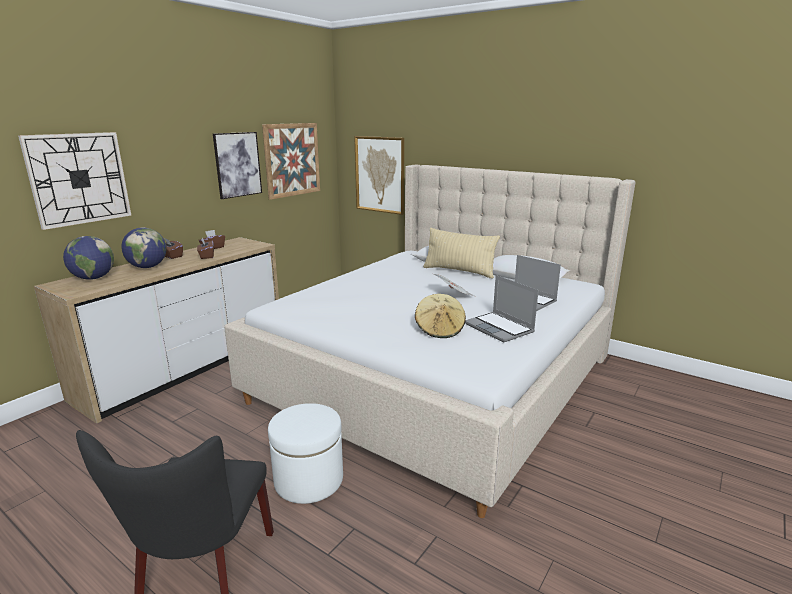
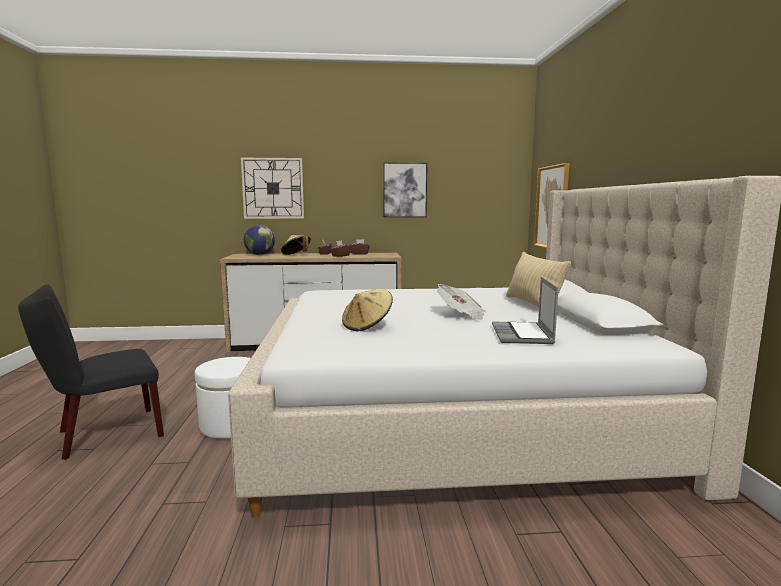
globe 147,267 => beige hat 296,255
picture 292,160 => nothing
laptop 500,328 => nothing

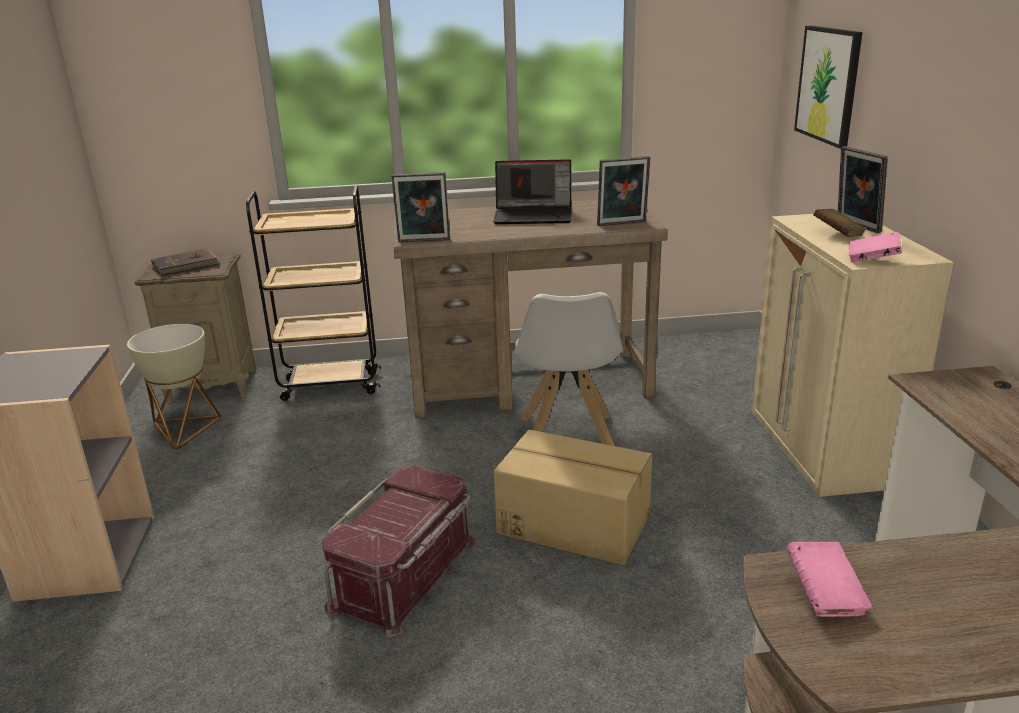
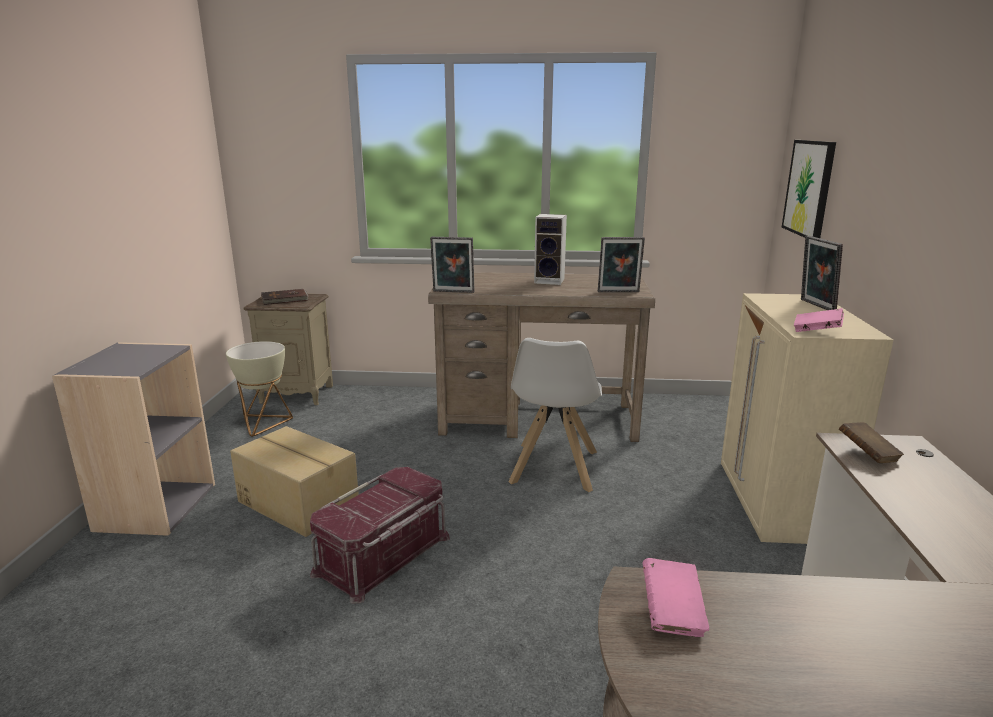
cardboard box 573,523 => cardboard box 299,502, shifted
laptop 534,215 => speaker 550,281
brown book 837,234 => brown book 867,454, shifted
brown cart 331,386 => nothing

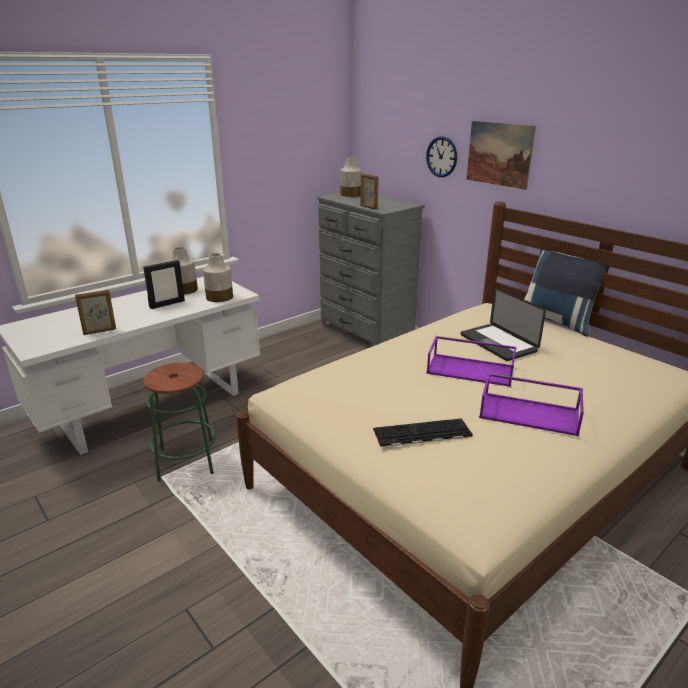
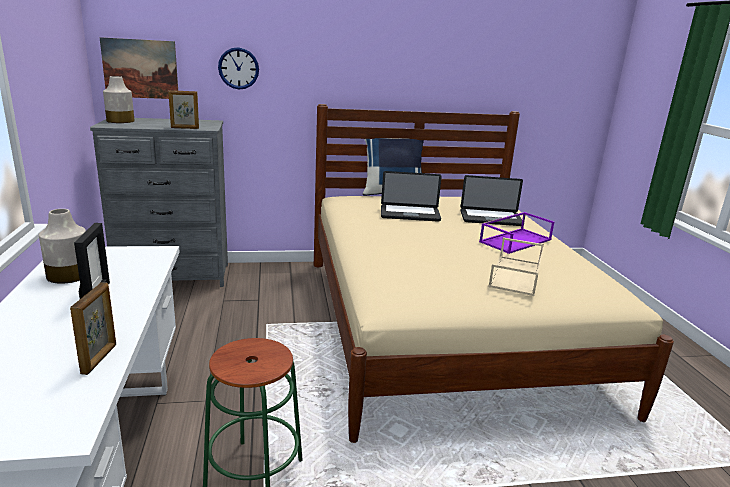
picture 499,154 => picture 140,69, shifted
nothing => laptop 491,218
keyboard 421,434 => beige tray 516,275
beige vase 219,297 => nothing
purple tray 471,370 => nothing

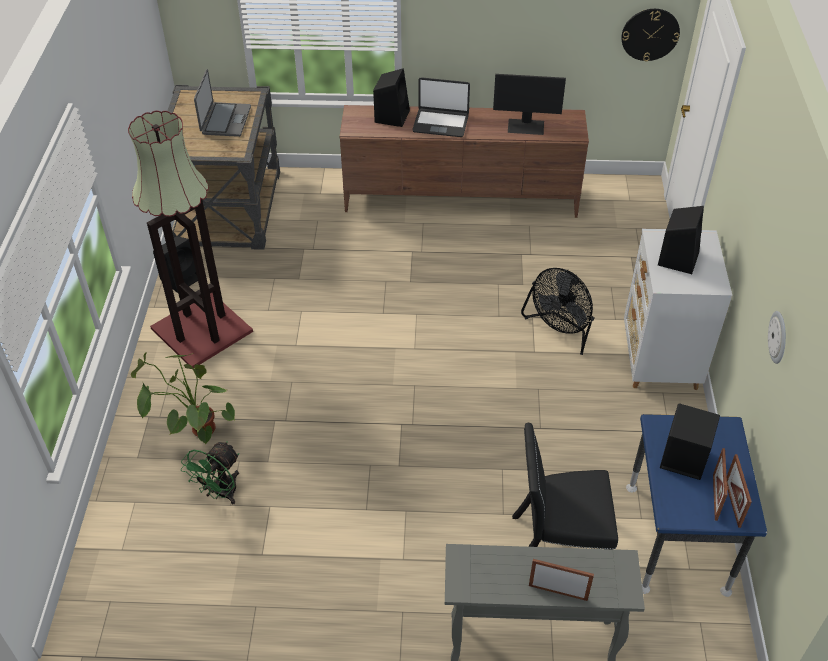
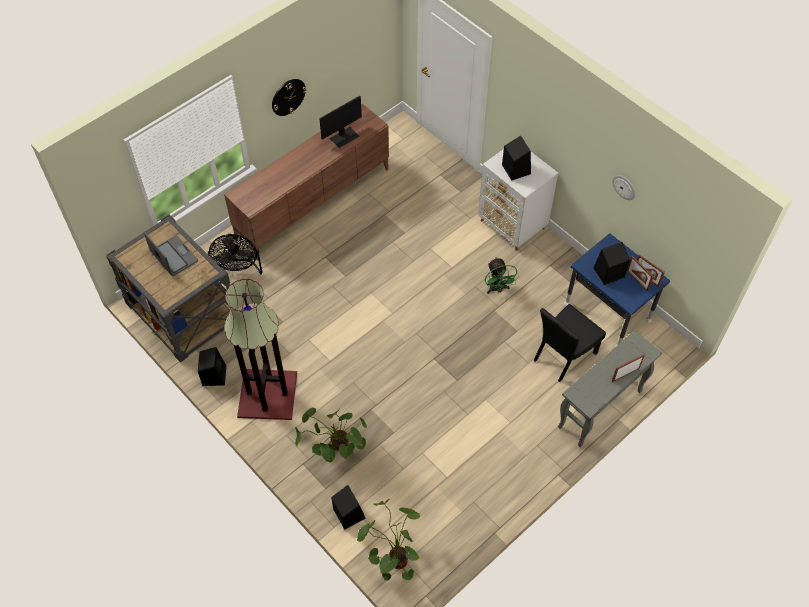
black fan 560,326 => black fan 235,266, shifted
wall clock 650,34 => wall clock 288,97, shifted
black speaker 392,116 => black speaker 348,513, shifted
nothing => potted plant 392,555
green fan 220,493 => green fan 497,289, shifted
laptop 440,123 => nothing

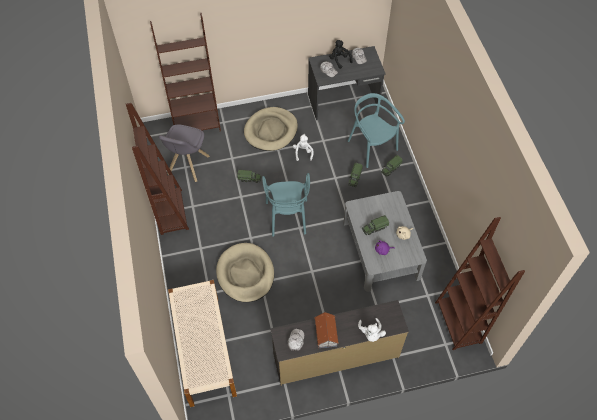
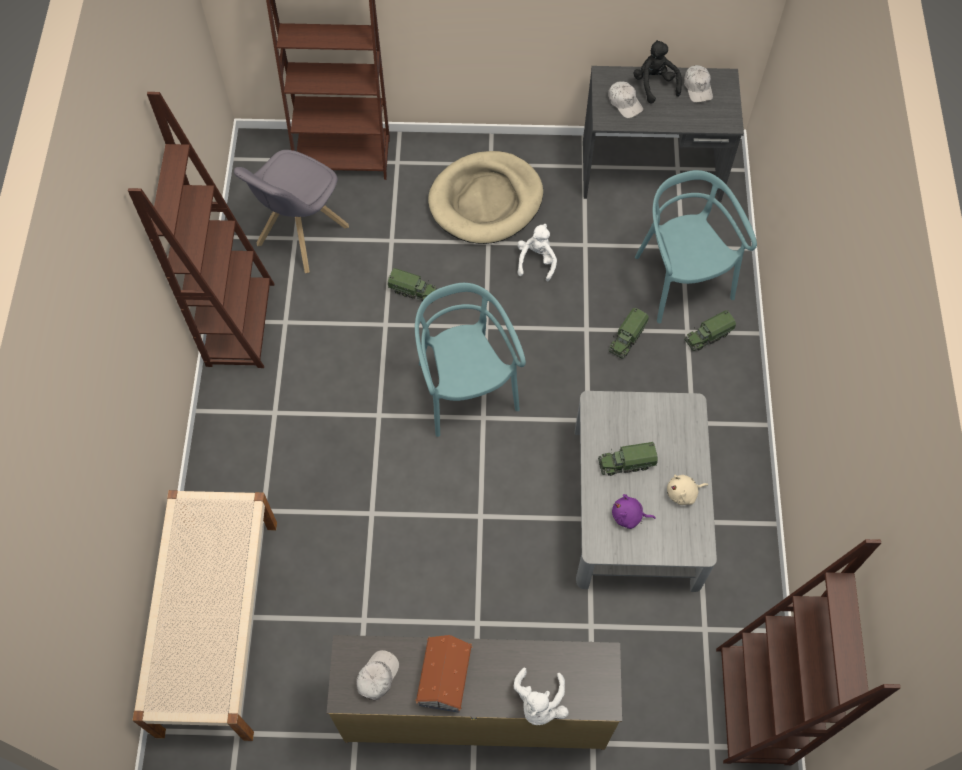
turquoise chair 287,217 => turquoise chair 465,389, 150 degrees clockwise
beige dog bed 245,274 => nothing

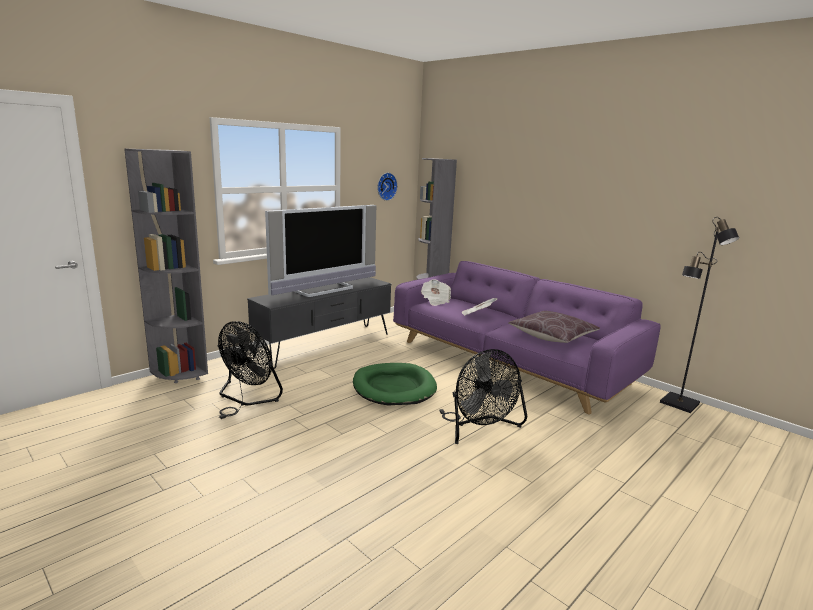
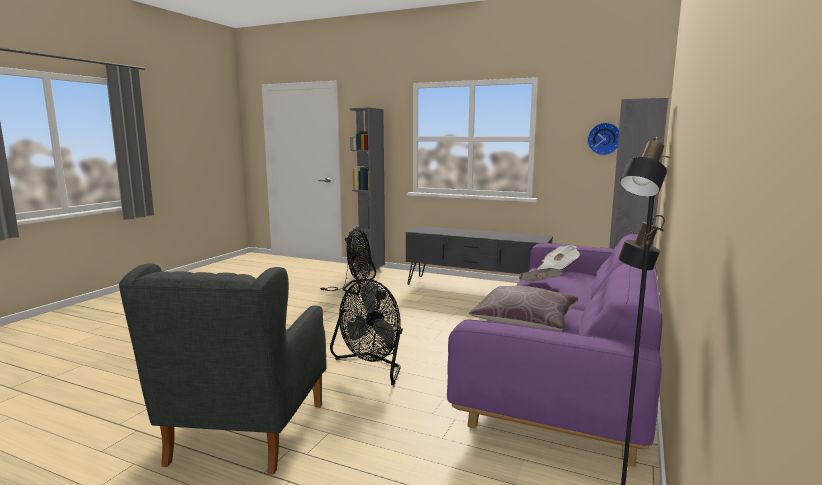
nothing => grey armchair 244,434
television 325,289 => nothing
green dog bed 394,387 => nothing

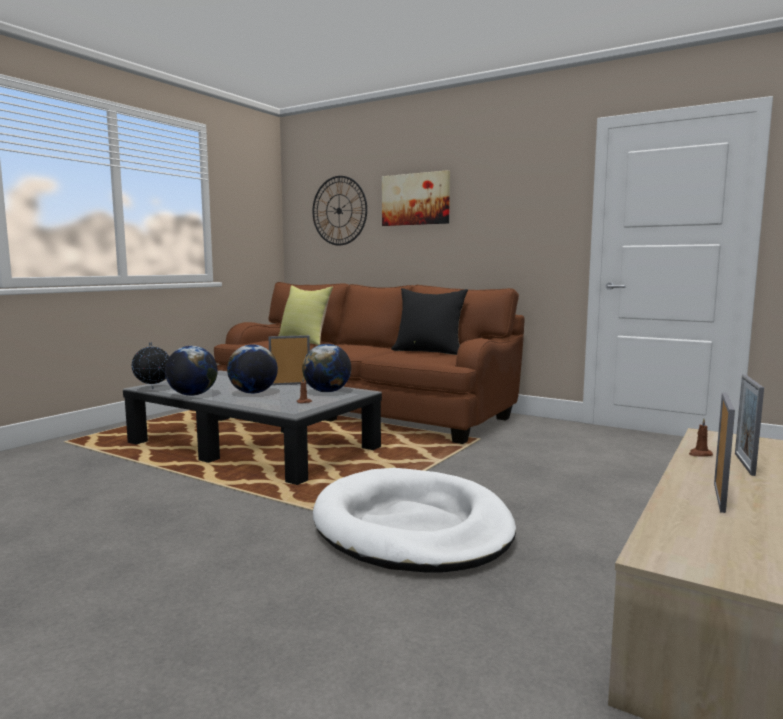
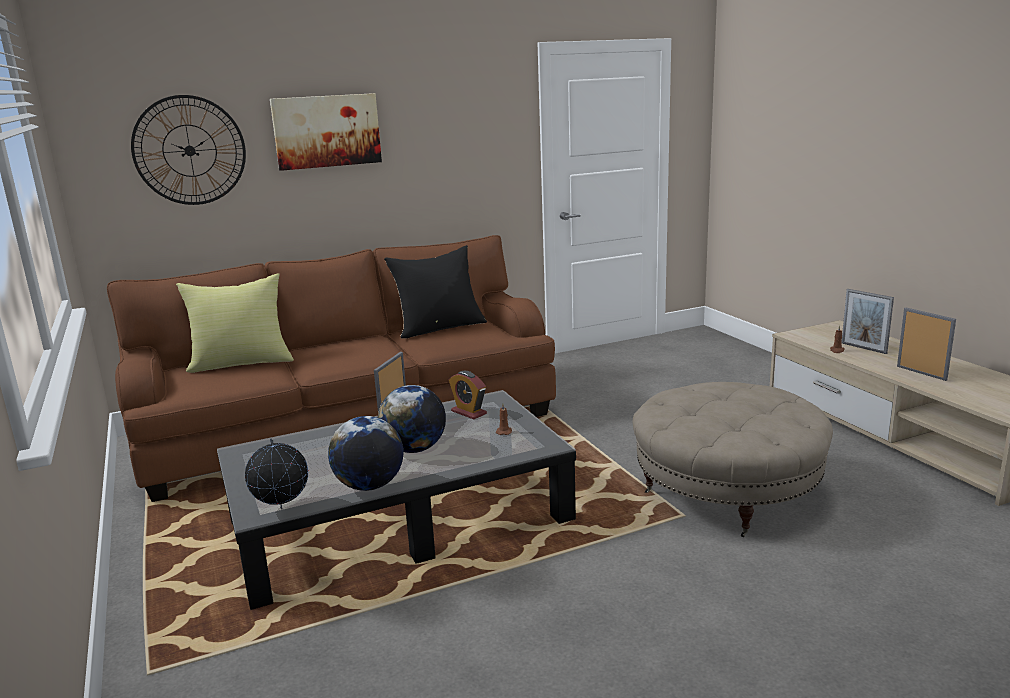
globe 327,392 => alarm clock 469,412
white dog bed 412,527 => beige ottoman 726,492

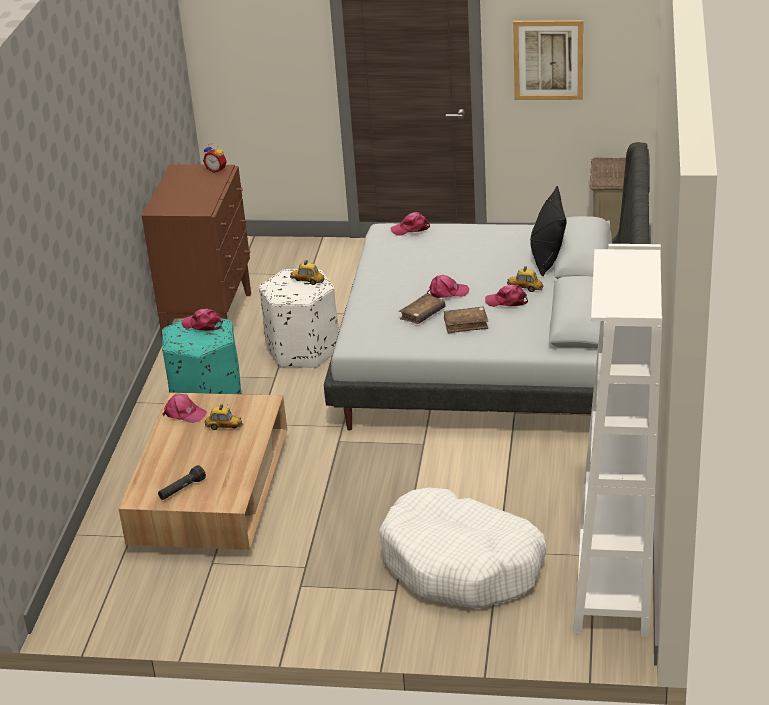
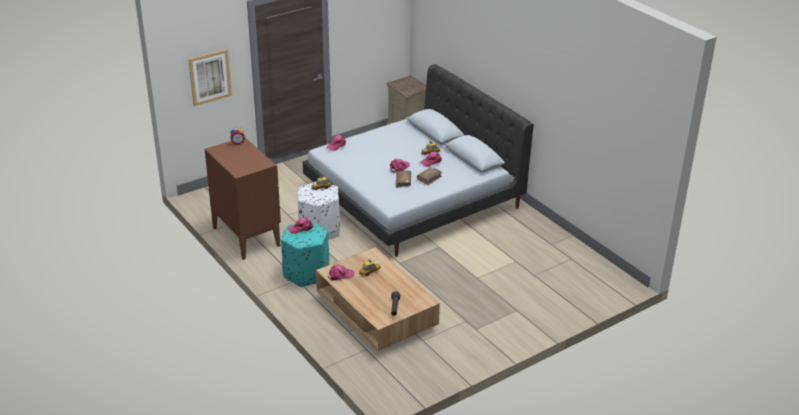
picture 548,60 => picture 210,77, shifted
white dog bed 462,564 => nothing
black pillow 547,259 => nothing
white bookcase 612,591 => nothing

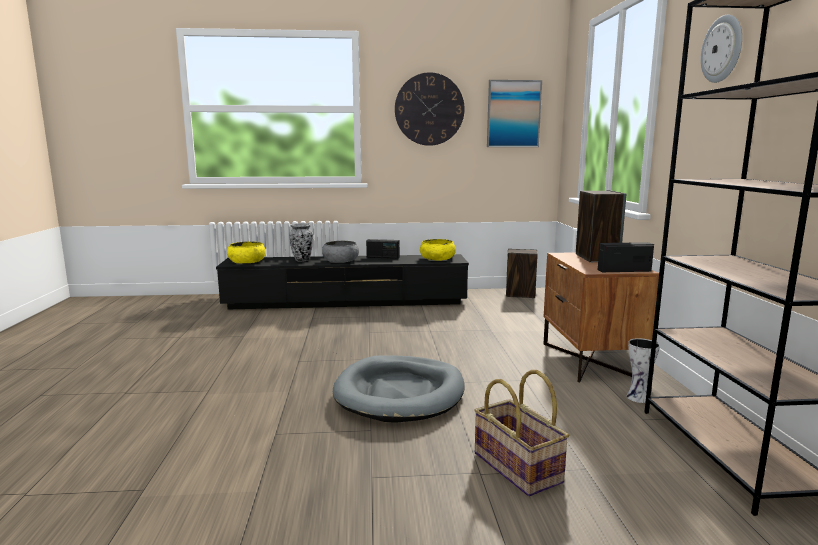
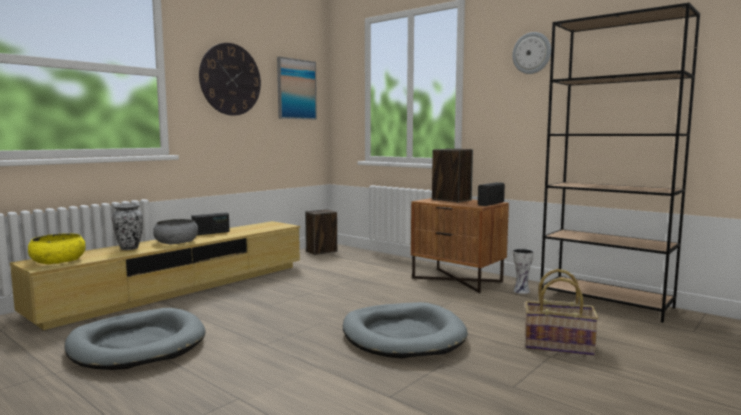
black tv stand 346,302 => beige tv stand 181,289
nothing => grey dog bed 137,344
yellow bowl 437,258 => nothing

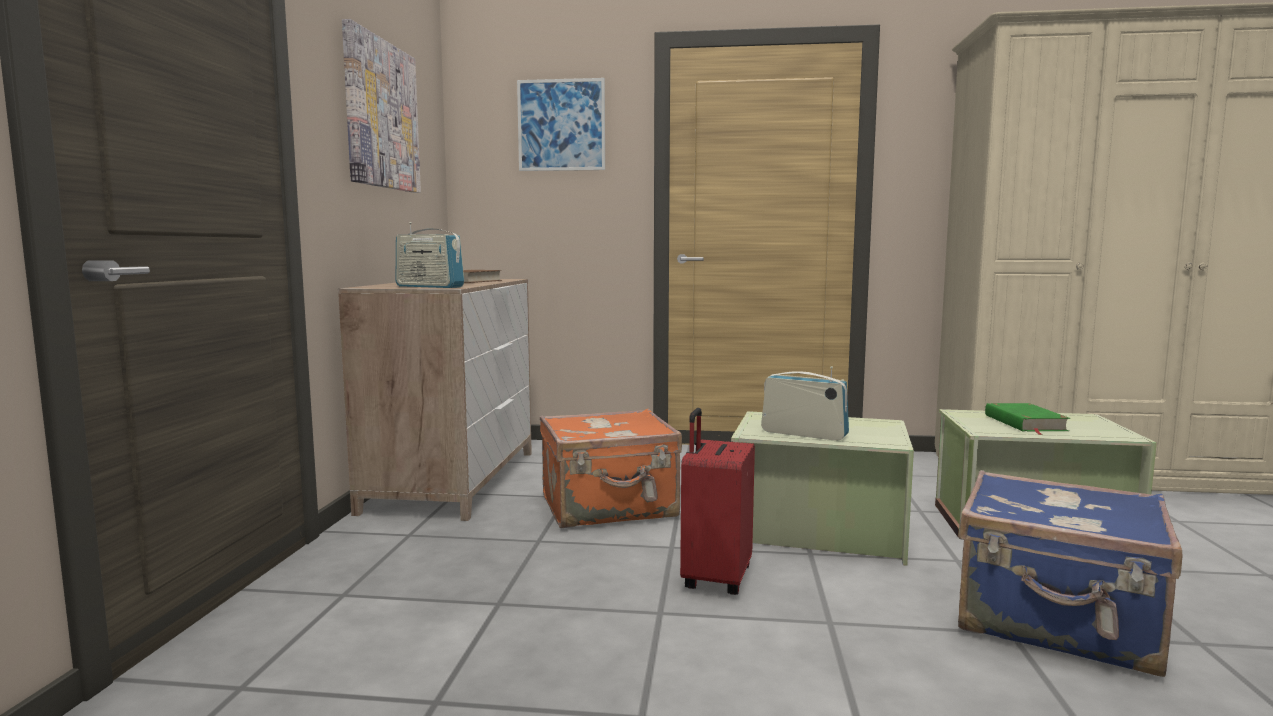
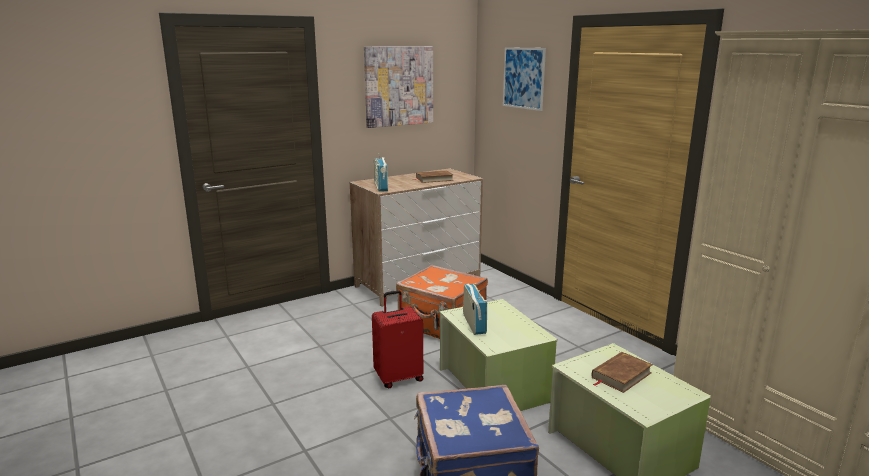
green book 1024,423 => brown book 621,375

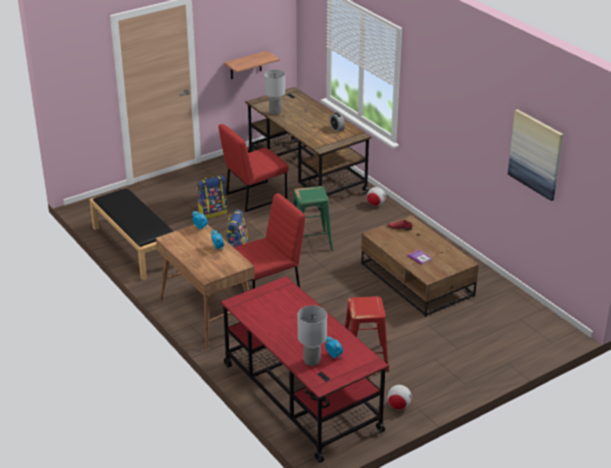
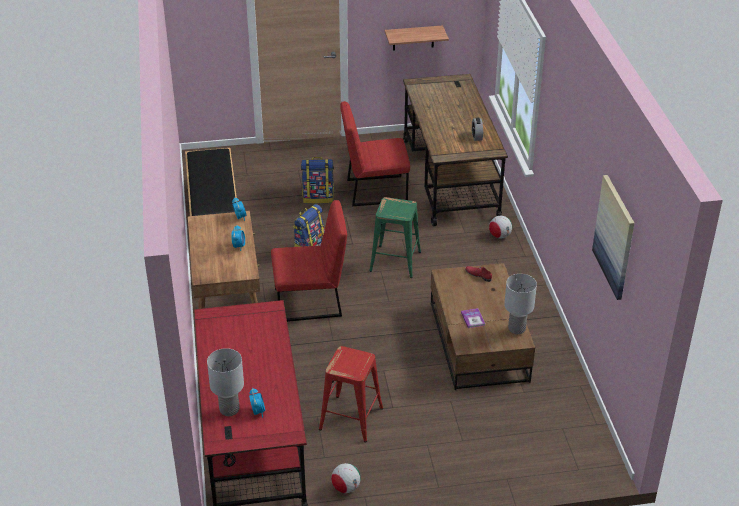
grey table lamp 275,113 => grey table lamp 516,330, shifted

